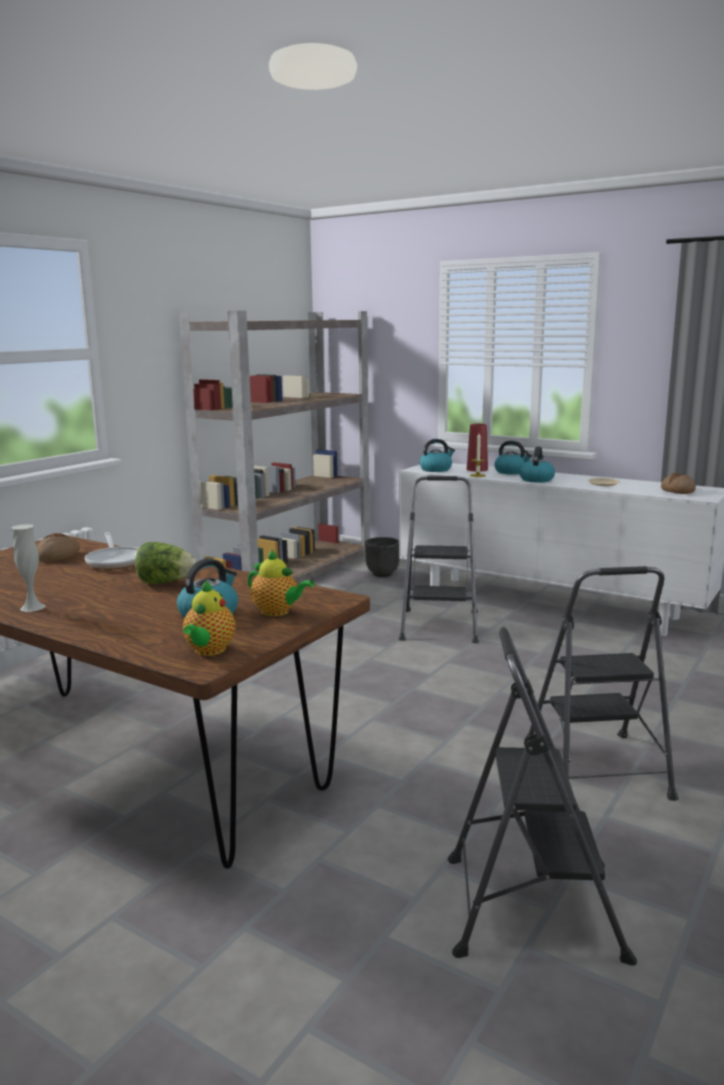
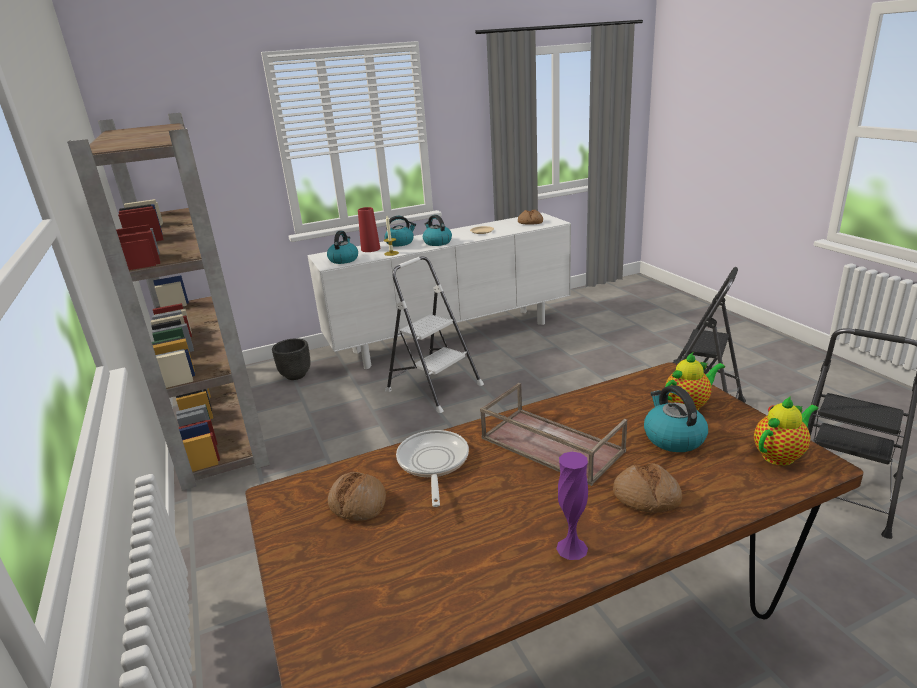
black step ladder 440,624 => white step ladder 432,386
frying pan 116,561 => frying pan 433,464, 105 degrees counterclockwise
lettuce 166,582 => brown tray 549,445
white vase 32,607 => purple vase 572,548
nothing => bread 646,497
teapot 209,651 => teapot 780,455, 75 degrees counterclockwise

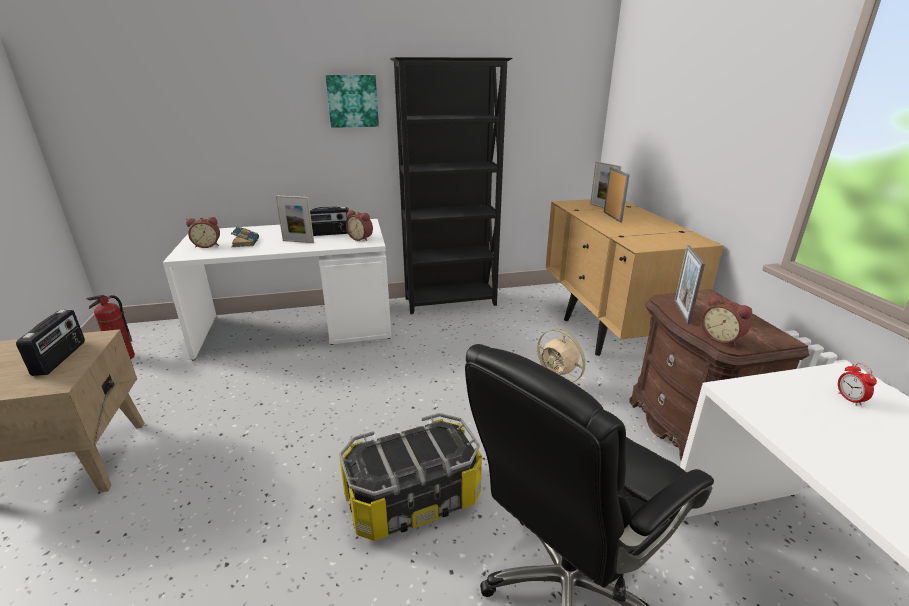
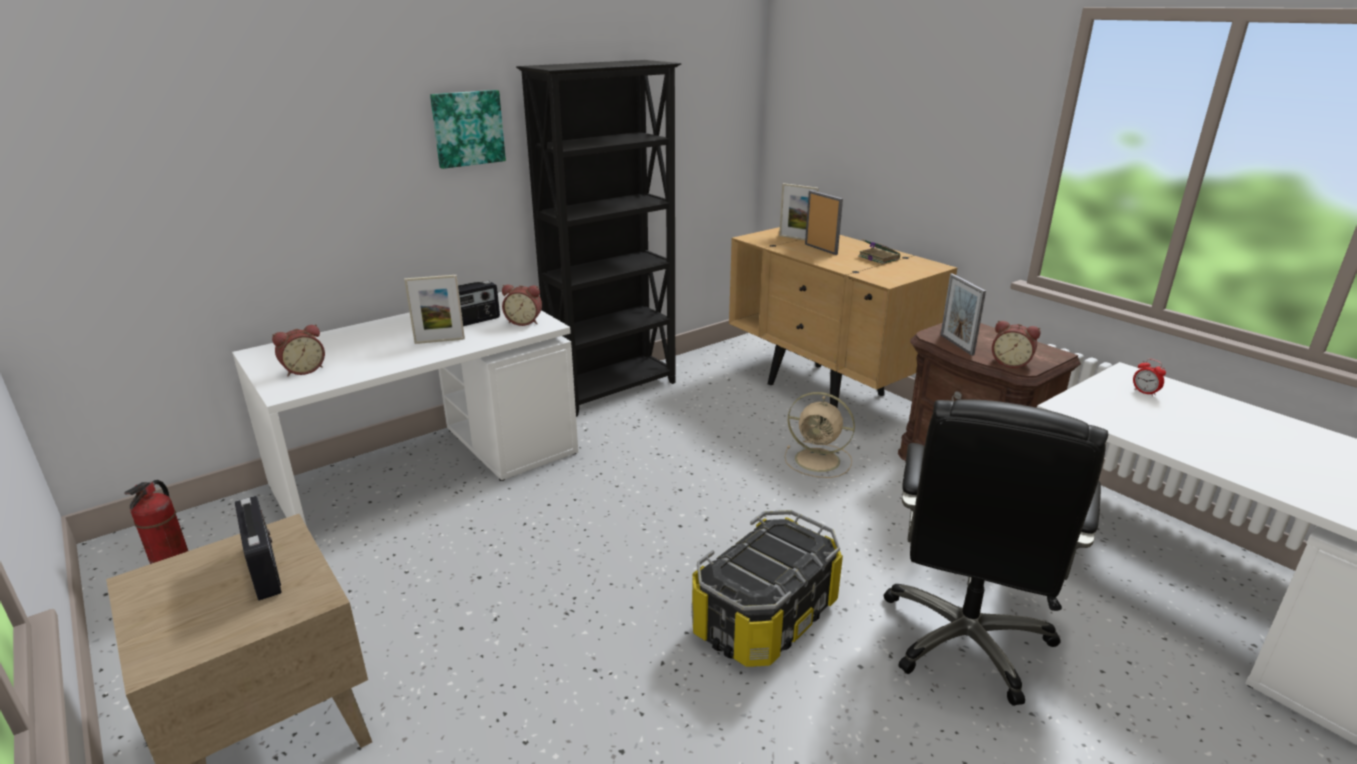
book 246,242 => book 878,257, shifted

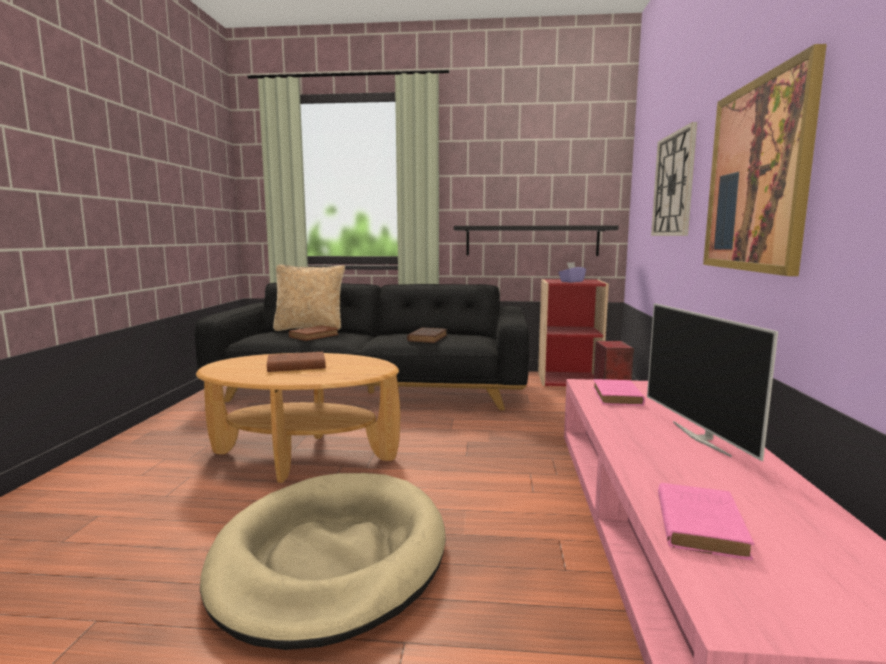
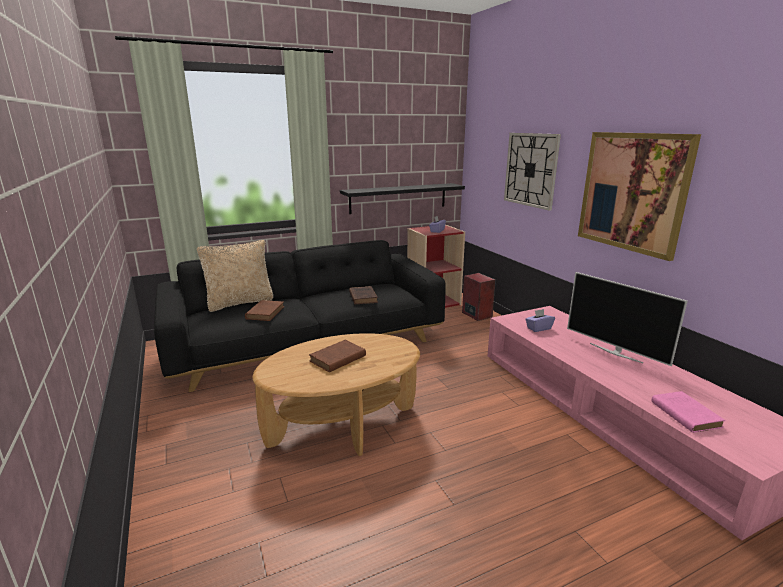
pink book 617,397 => purple tissue box 538,328
beige dog bed 331,558 => nothing

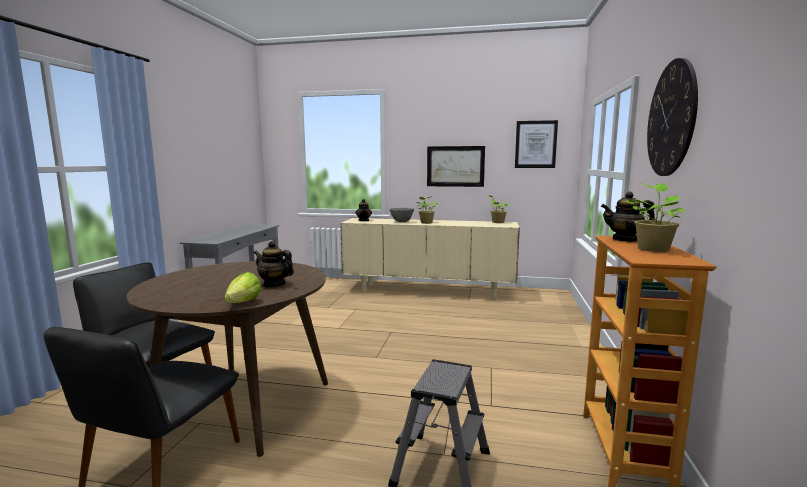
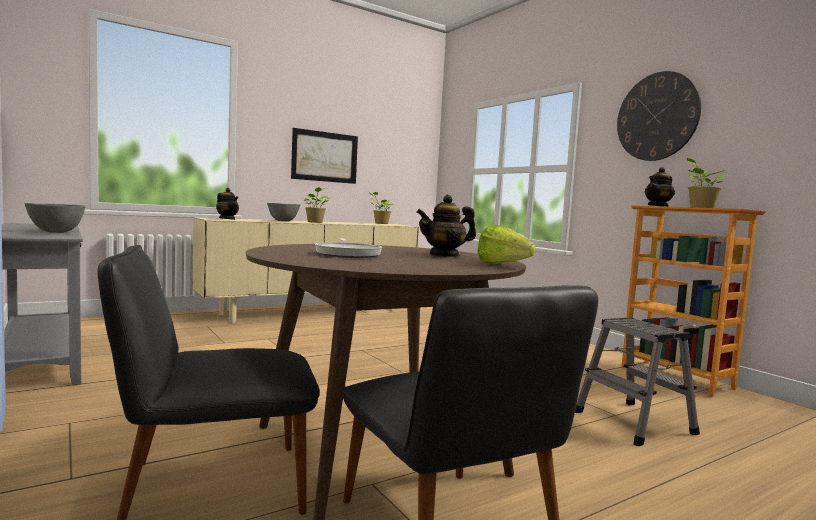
nothing => grey bowl 56,232
nothing => frying pan 348,254
picture 535,144 => nothing

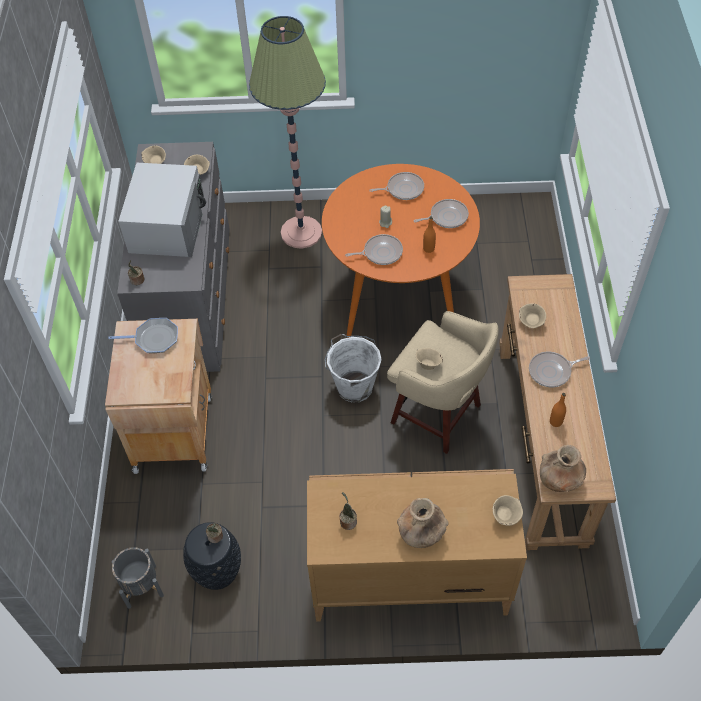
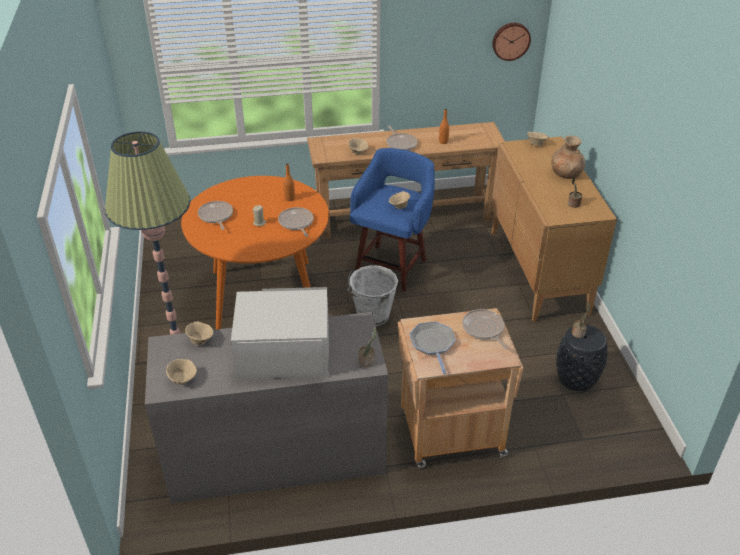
beige stool 439,415 => blue stool 391,266
frying pan 446,217 => frying pan 484,329, shifted
nothing => wall clock 510,40
grey planter 142,586 => nothing
brown vase 559,480 => nothing

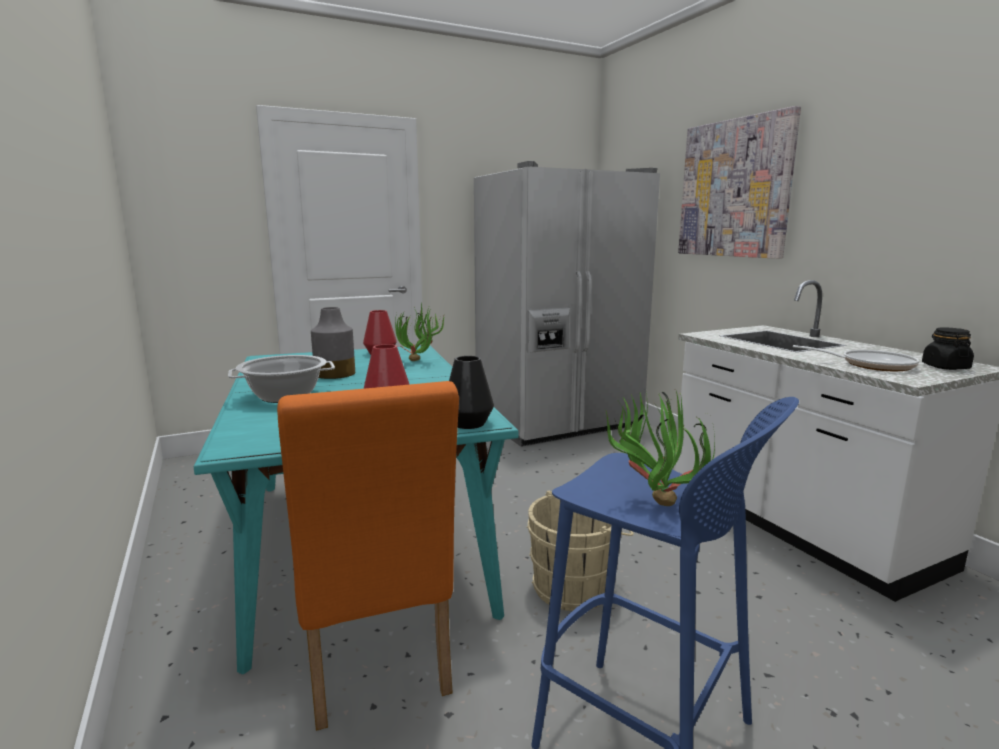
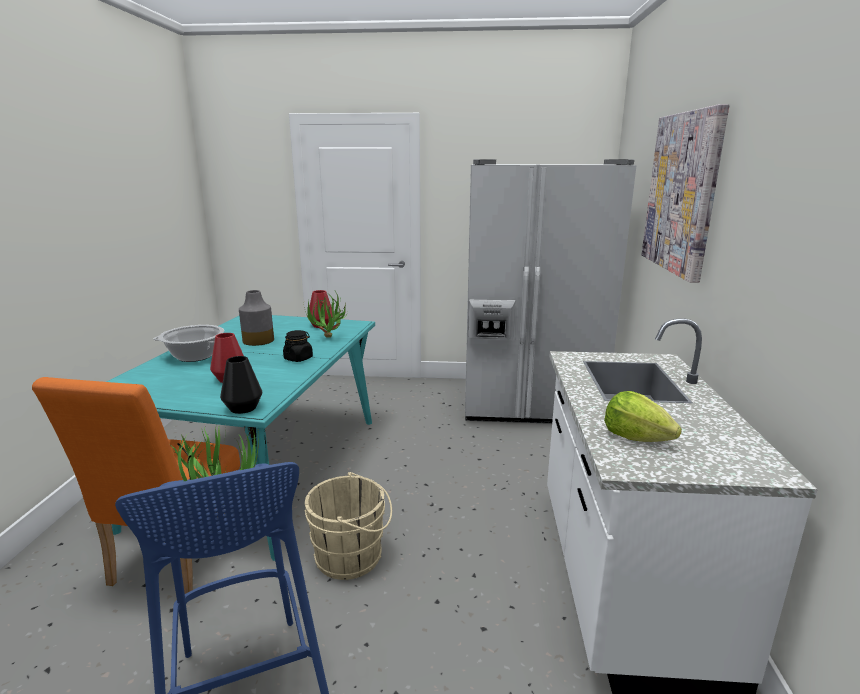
black jar 945,367 => black jar 298,358, shifted
frying pan 870,365 => lettuce 636,437

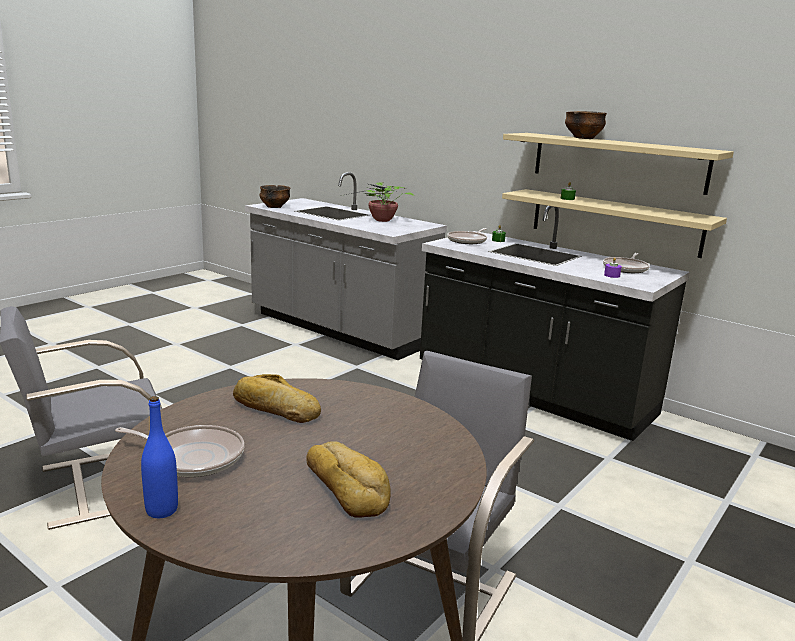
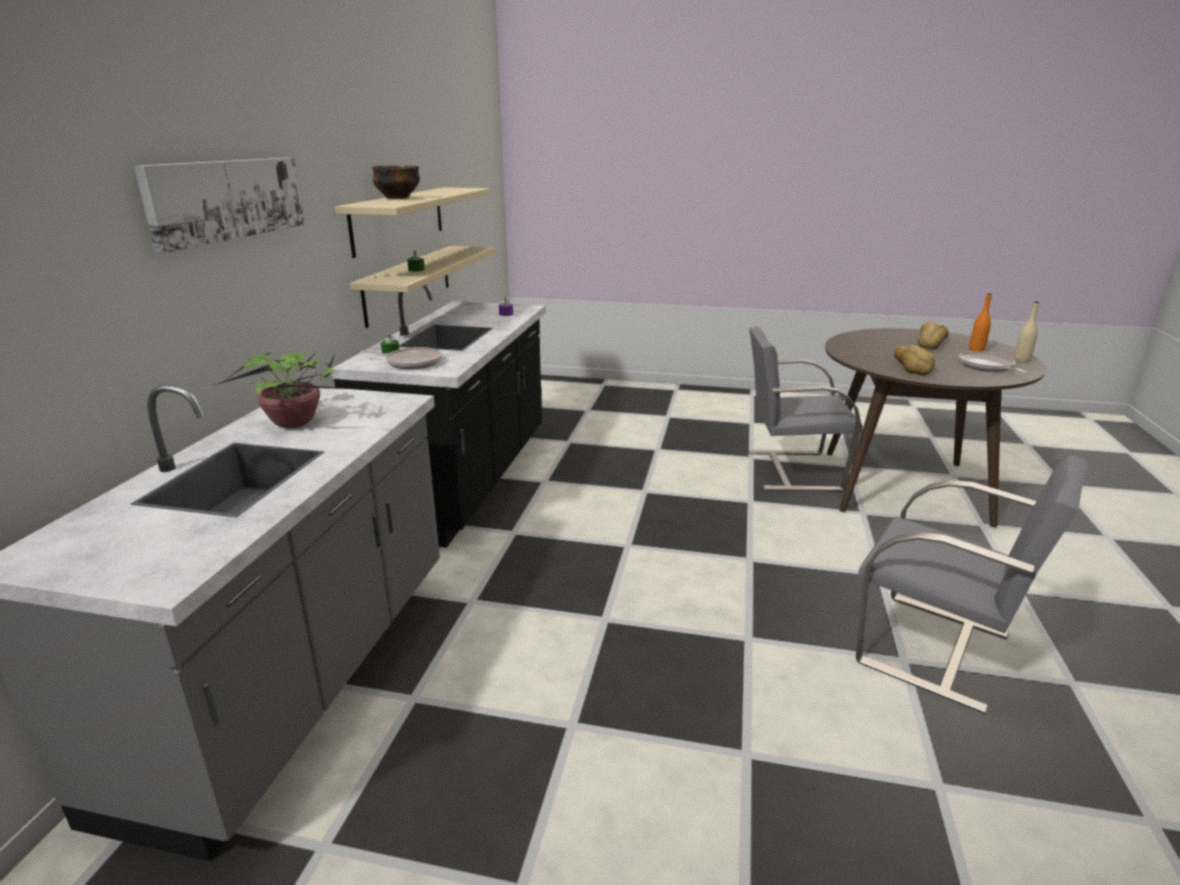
nothing => picture 228,199
nothing => orange bottle 976,350
blue bottle 162,510 => beige bottle 1021,360
bowl 274,207 => nothing
frying pan 626,268 => nothing

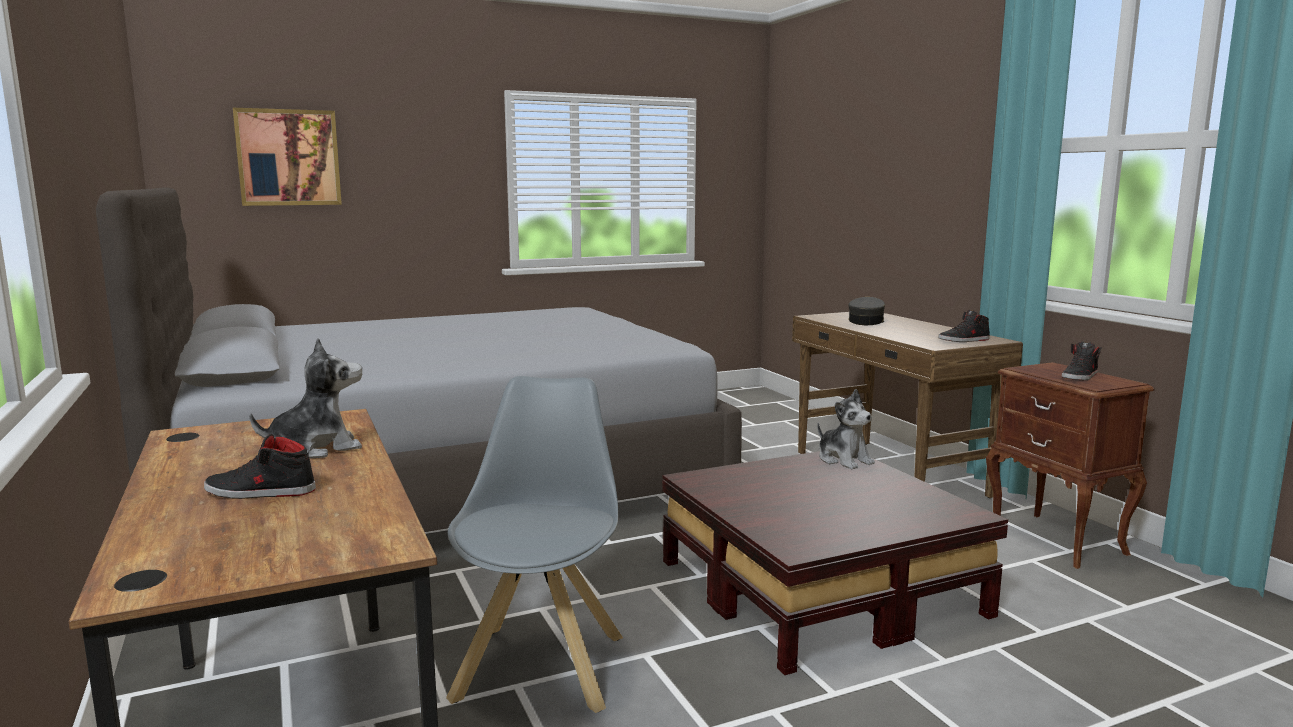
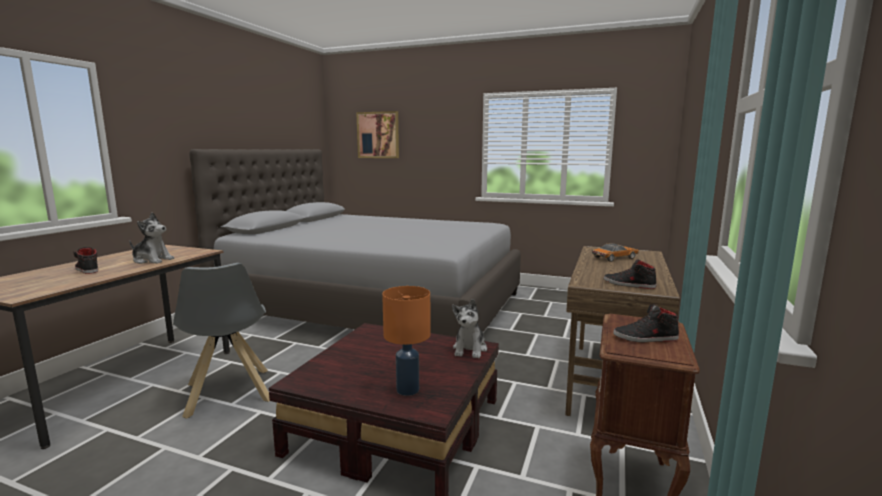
grey chair 542,663 => grey chair 228,394, 105 degrees clockwise
nothing => orange table lamp 408,389
grey cap 866,321 => toy car 615,258

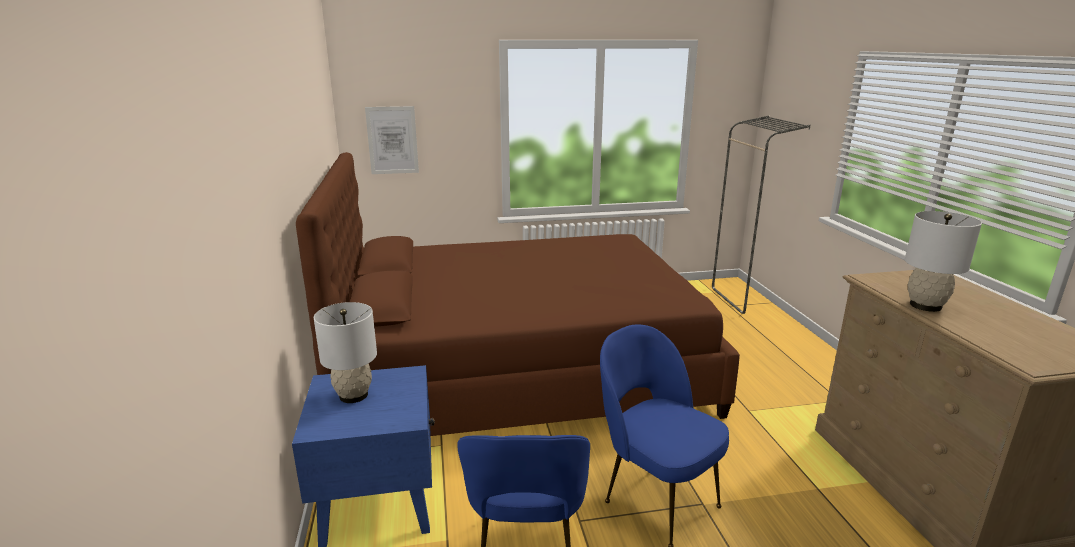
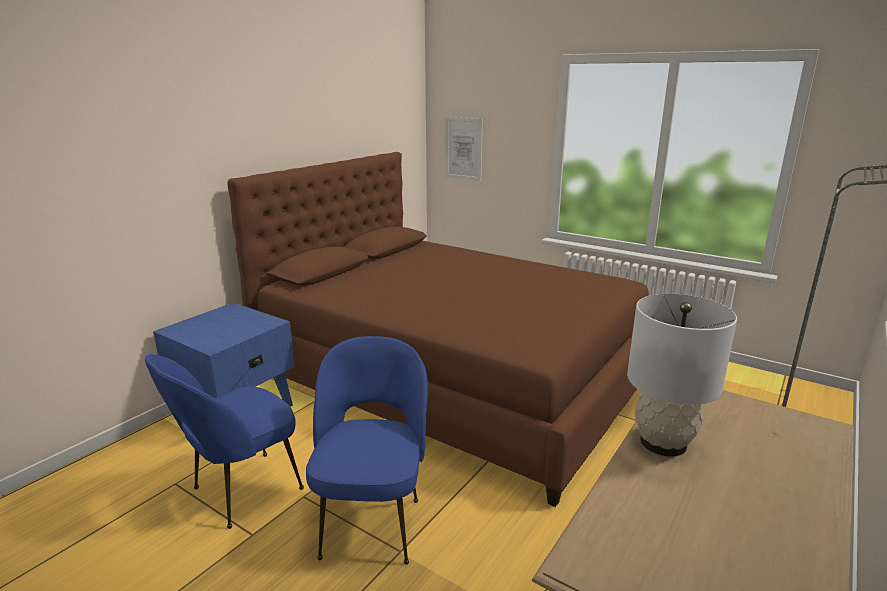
white table lamp 353,395 => nothing

